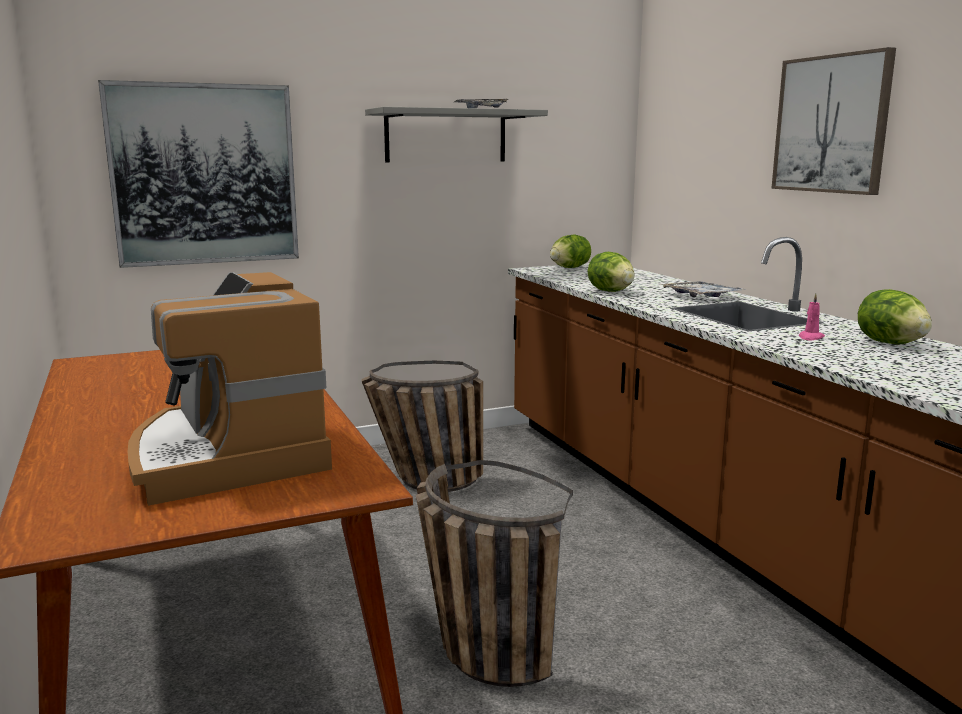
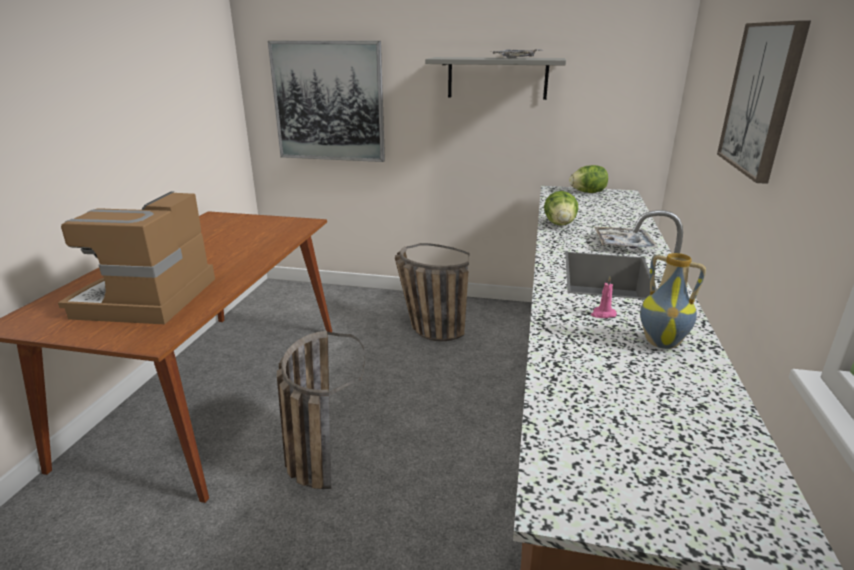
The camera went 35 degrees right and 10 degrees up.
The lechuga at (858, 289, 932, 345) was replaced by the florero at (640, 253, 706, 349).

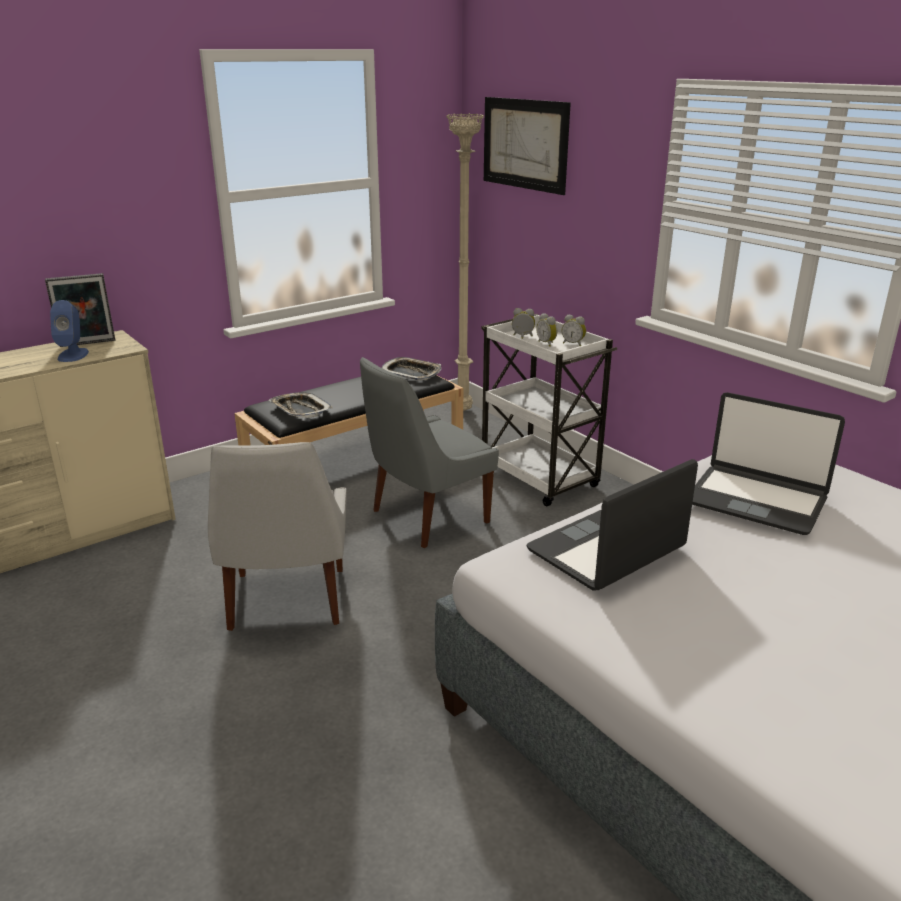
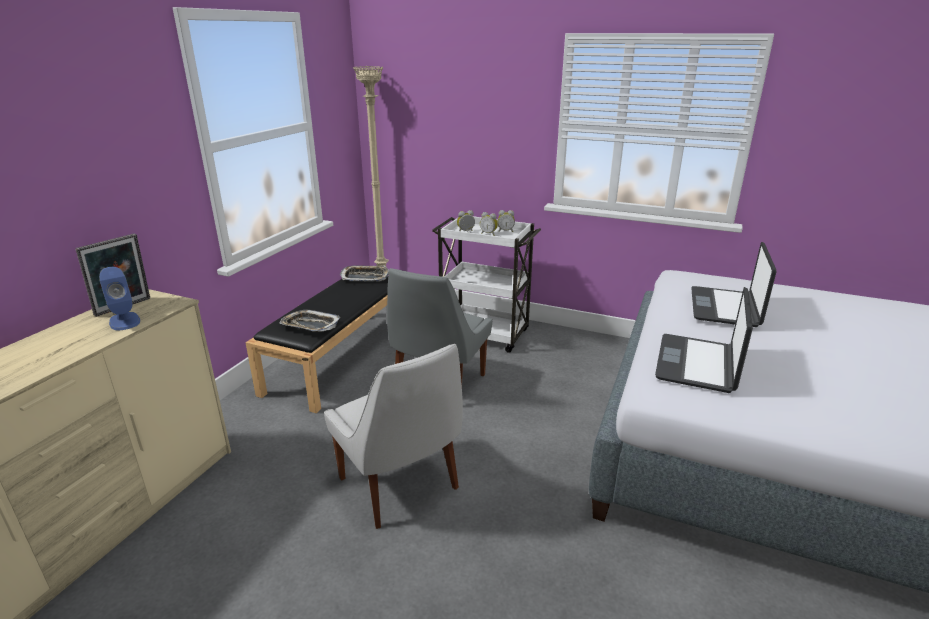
The camera went 30 degrees left and 0 degrees up.
The cuadro at (484, 97, 571, 195) disappeared.
The portátil at (692, 392, 845, 535) turned 105 degrees clockwise.

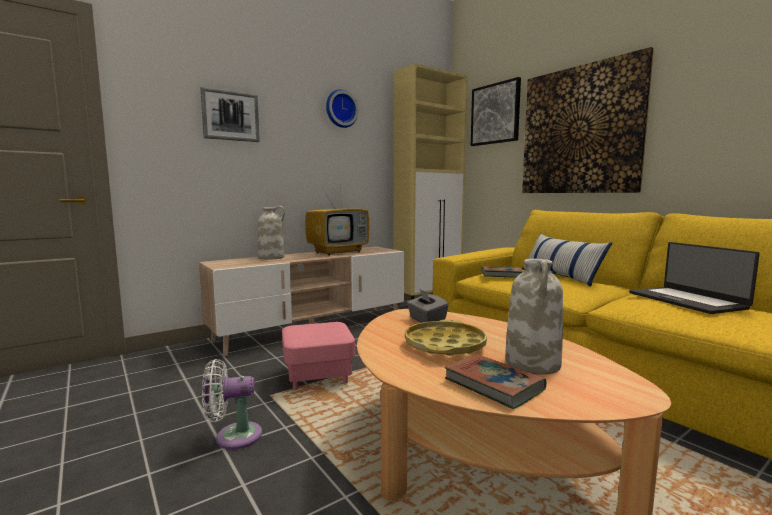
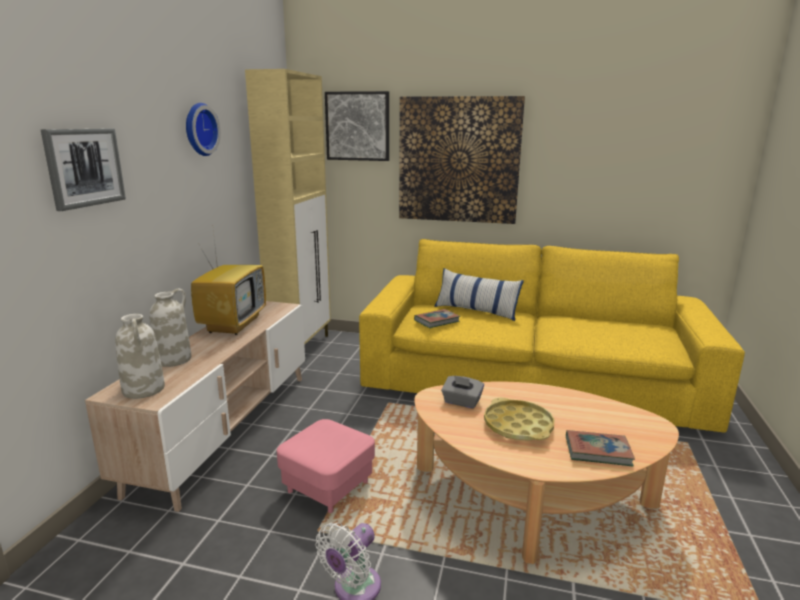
The camera went 40 degrees left and 10 degrees up.
The florero/blanco moved from (505, 259, 563, 375) to (115, 314, 165, 399).
The portátil at (629, 242, 760, 314) disappeared.

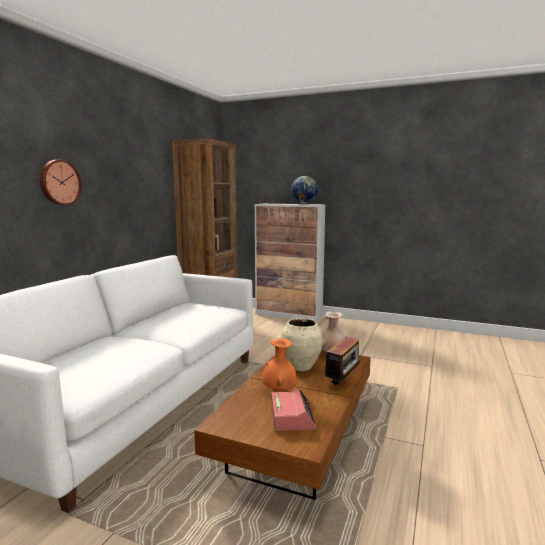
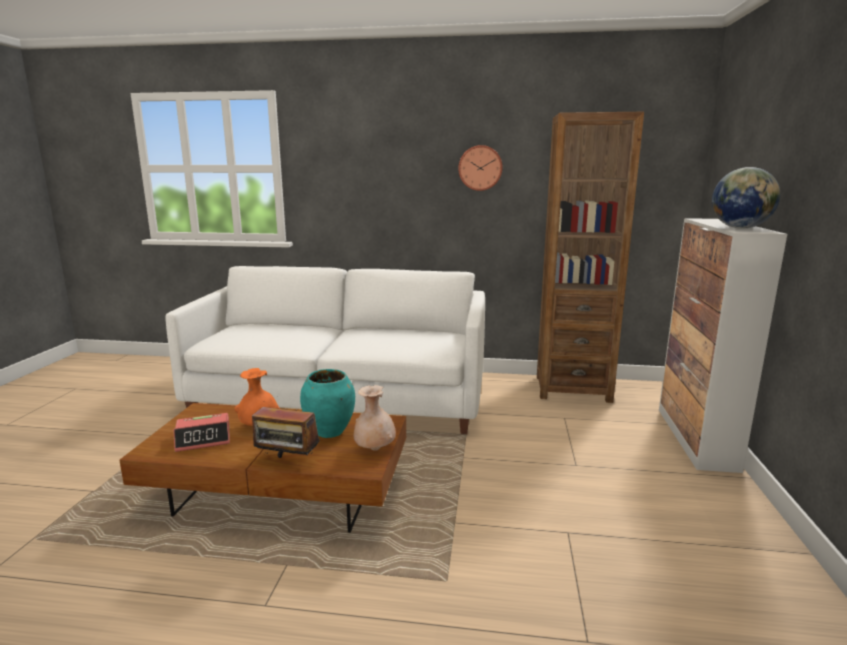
The camera went 75 degrees right and 5 degrees up.
The reloj de pared moved from (40, 160, 82, 205) to (458, 145, 503, 191).
The florero/beis at (281, 318, 323, 371) became the florero/turquesa at (300, 369, 355, 438).

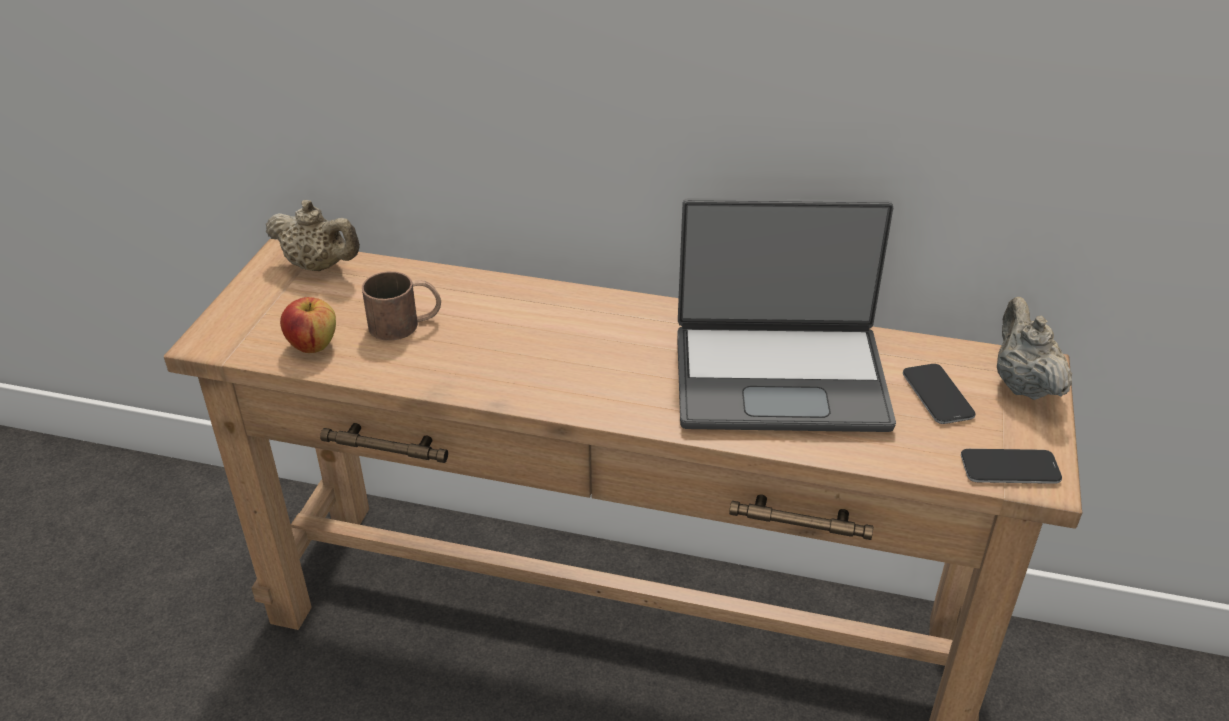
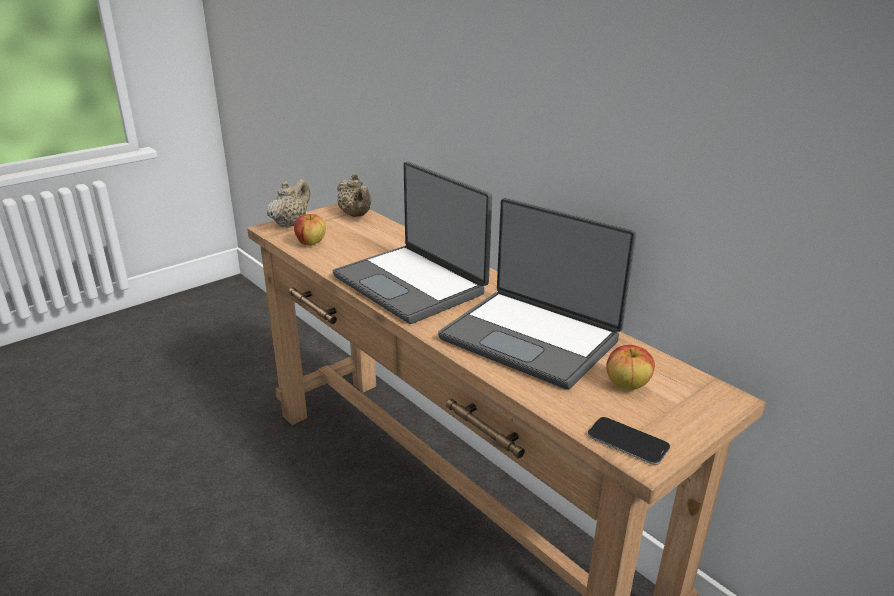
The camera went 35 degrees right and 10 degrees down.
The taza grande/marrón at (362, 271, 441, 341) disappeared.
The móvil at (903, 364, 976, 424) was replaced by the manzana at (606, 345, 655, 390).
The tetera/beis moved from (997, 297, 1072, 400) to (267, 179, 310, 228).
The portátil at (333, 161, 492, 324) appeared.

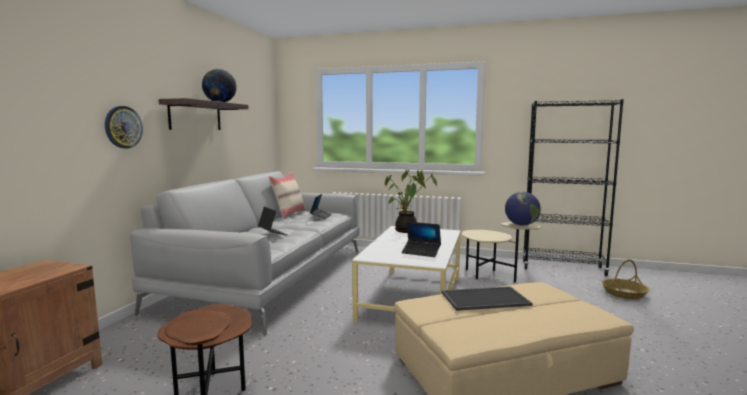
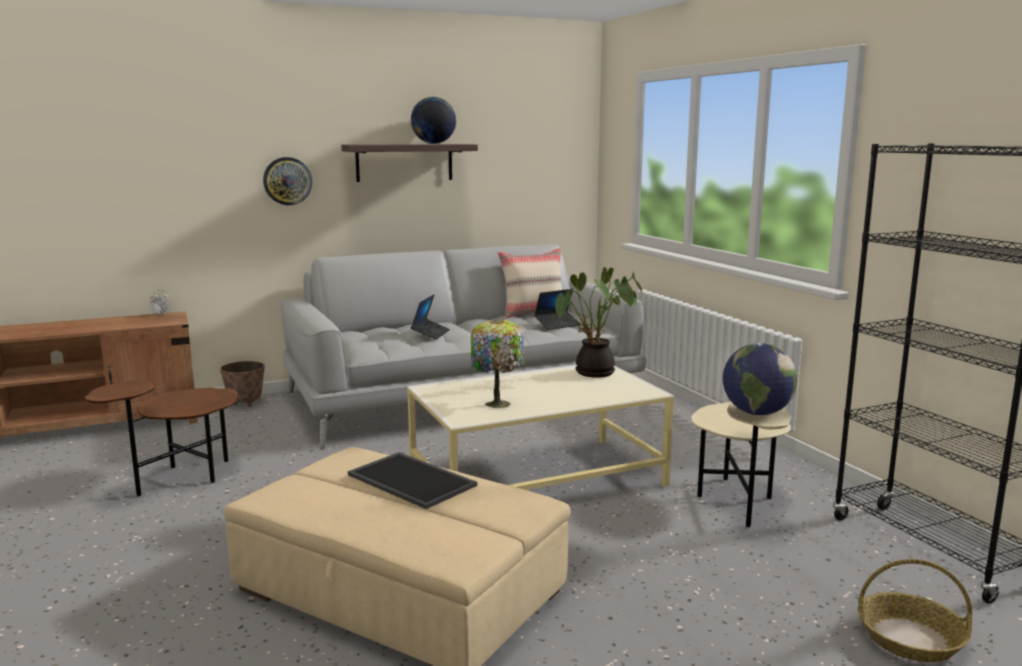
The camera went 50 degrees right and 5 degrees up.
The portátil at (402, 222, 441, 257) was replaced by the lámpara de mesa at (471, 319, 524, 408).
The despertador at (150, 290, 170, 316) appeared.
The maceta at (220, 361, 265, 407) appeared.

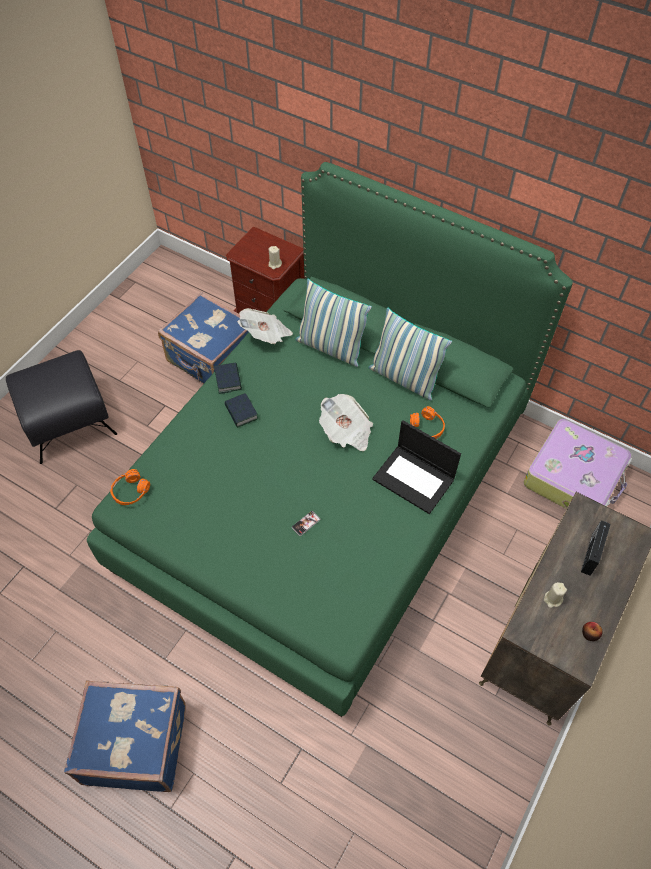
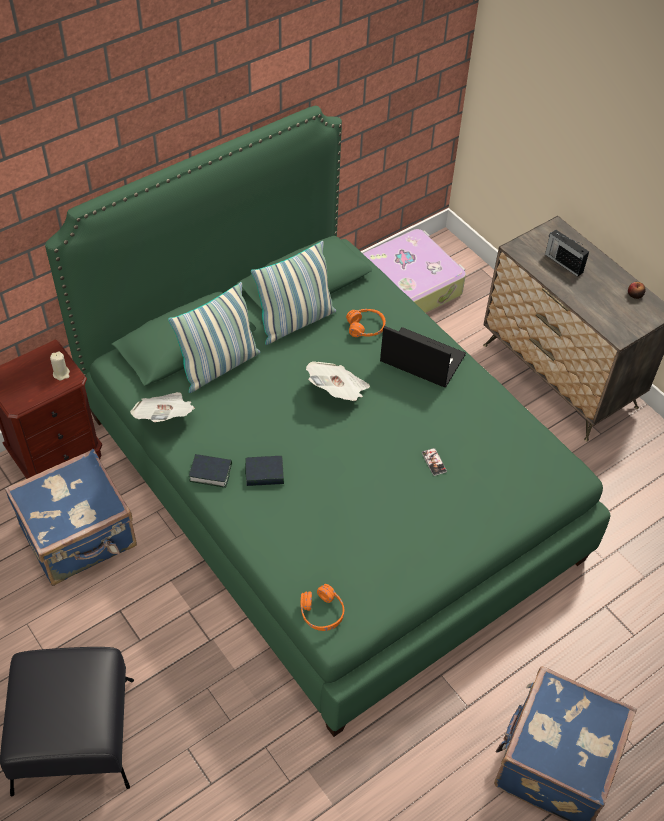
The camera went 70 degrees left and 5 degrees down.
The portátil at (372, 420, 461, 514) turned 120 degrees counterclockwise.
The vela/beis at (544, 582, 567, 608) disappeared.

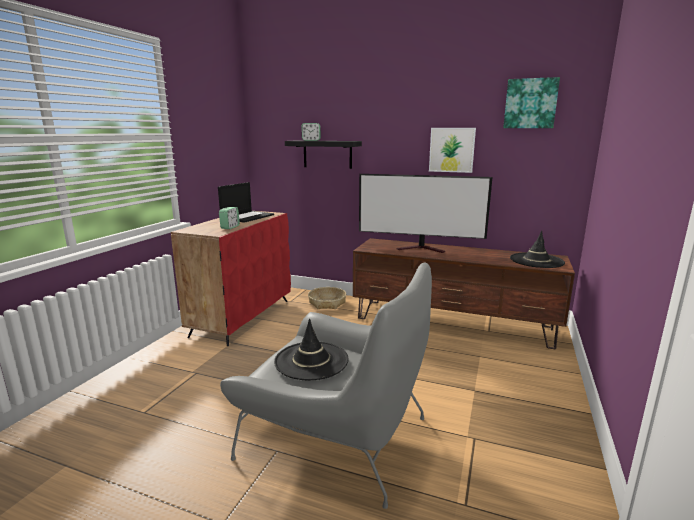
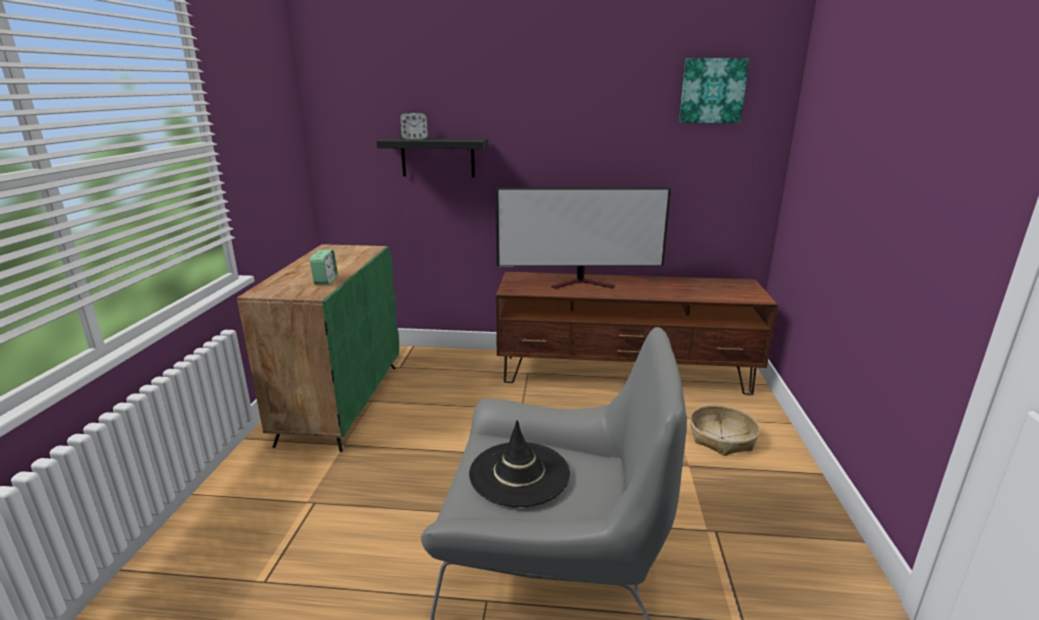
The camera went 15 degrees left and 5 degrees up.
The armario/rojo at (171, 211, 291, 346) became the armario/verde at (237, 244, 399, 452).
The portátil at (218, 182, 274, 223) disappeared.
The cesta moved from (308, 287, 346, 309) to (690, 405, 760, 456).
The cuadro at (429, 128, 476, 173) disappeared.
The sombrero/negro at (510, 231, 565, 268) disappeared.

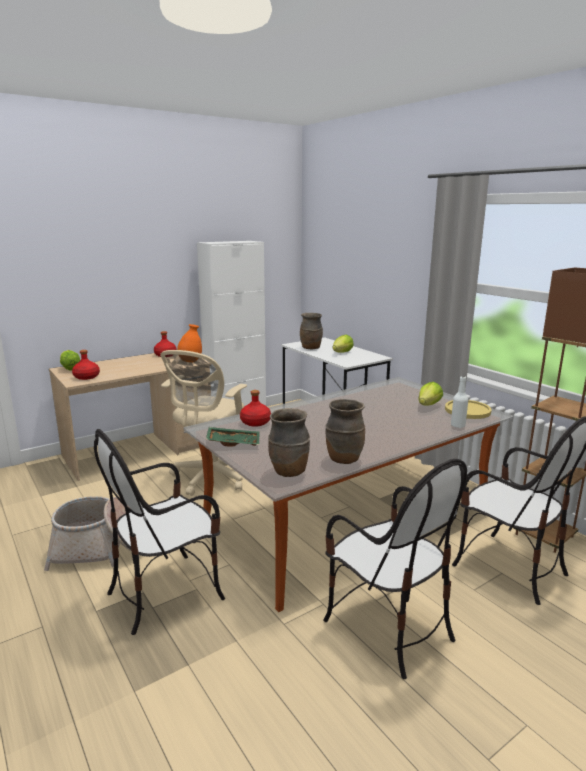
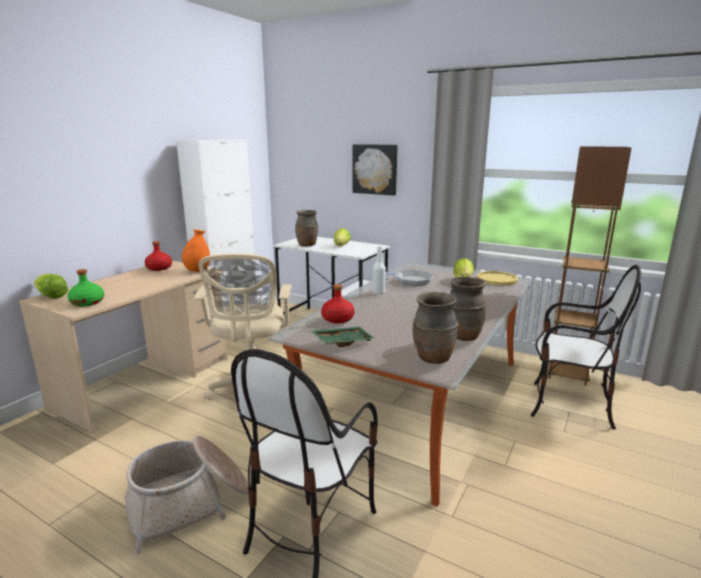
The camera went 25 degrees left and 0 degrees up.
The botella/rojo at (72, 350, 100, 380) became the botella/verde at (67, 269, 104, 307).
The silla at (324, 459, 467, 679) disappeared.
The botella/blanco moved from (451, 376, 468, 428) to (372, 247, 386, 294).
The cuadro at (352, 144, 398, 196) appeared.
The sartén at (386, 270, 434, 286) appeared.

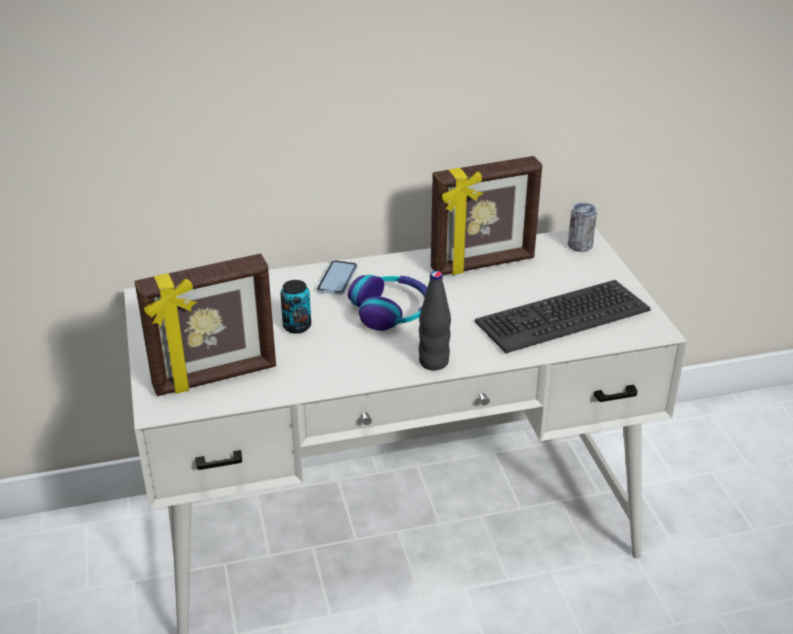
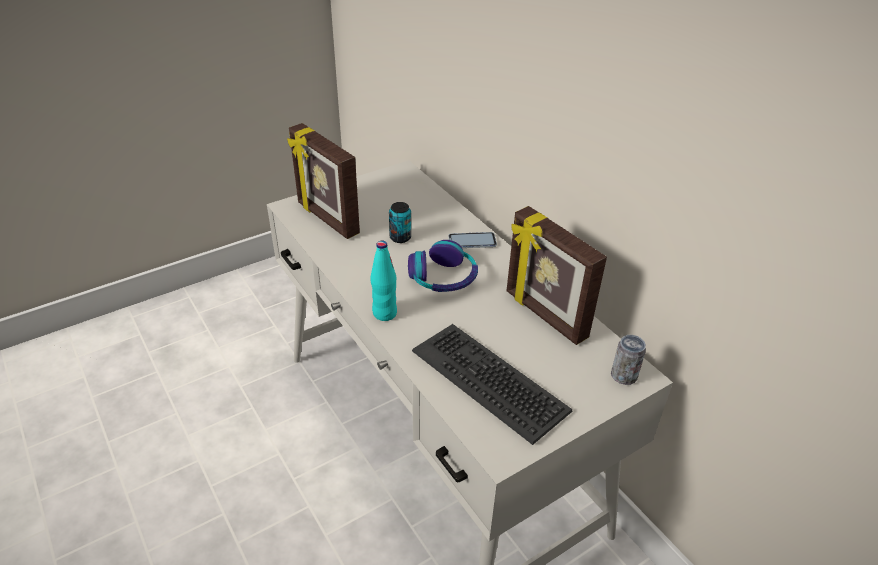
The camera went 70 degrees right and 5 degrees up.
The botella/negro at (419, 271, 451, 371) became the botella/turquesa at (371, 241, 397, 321).

